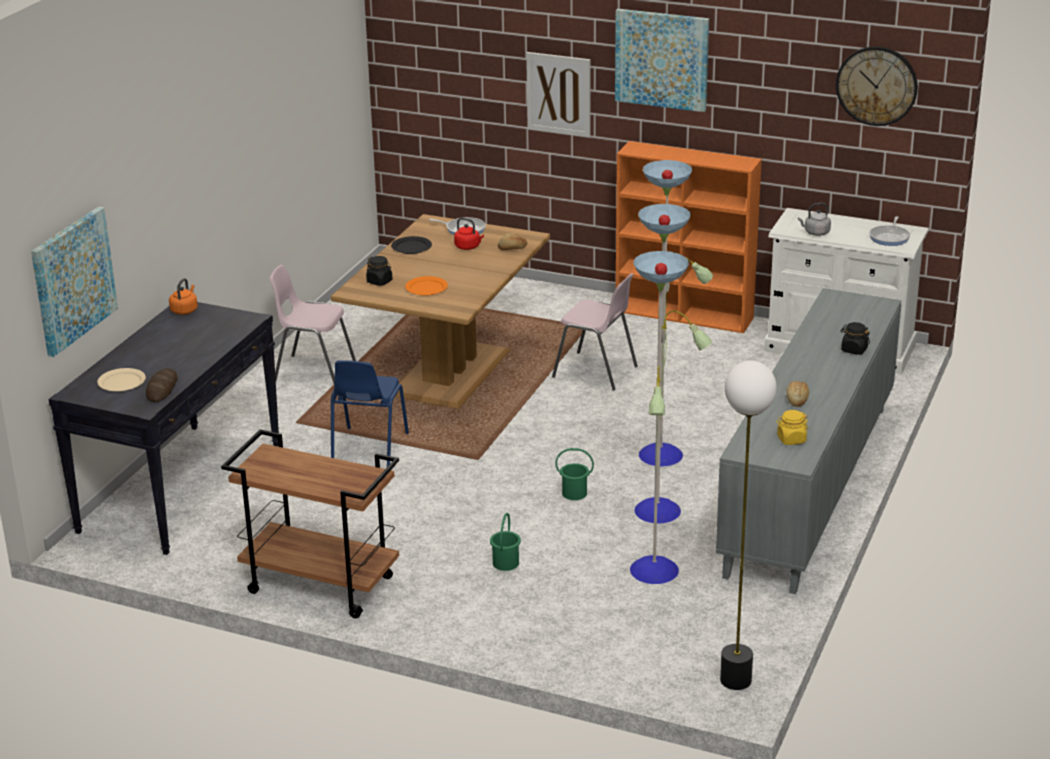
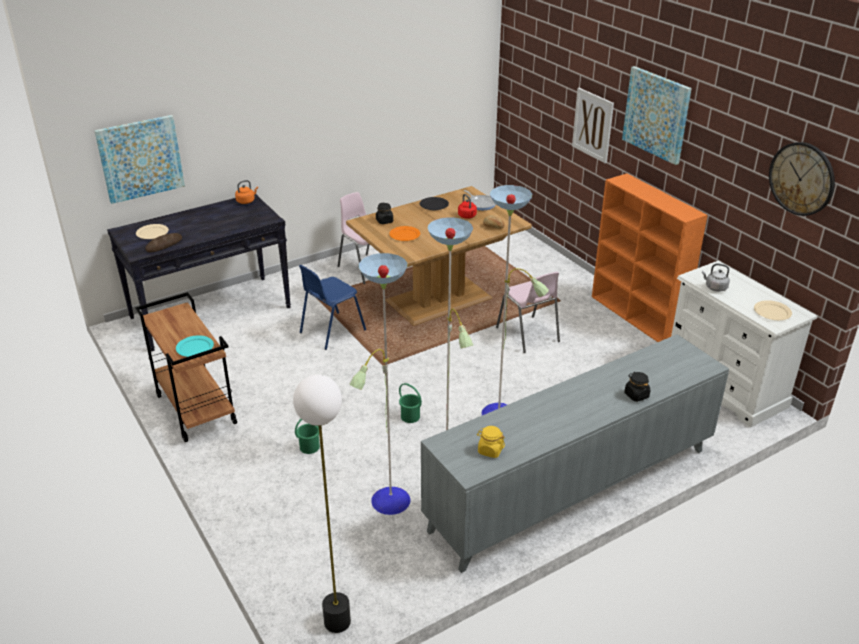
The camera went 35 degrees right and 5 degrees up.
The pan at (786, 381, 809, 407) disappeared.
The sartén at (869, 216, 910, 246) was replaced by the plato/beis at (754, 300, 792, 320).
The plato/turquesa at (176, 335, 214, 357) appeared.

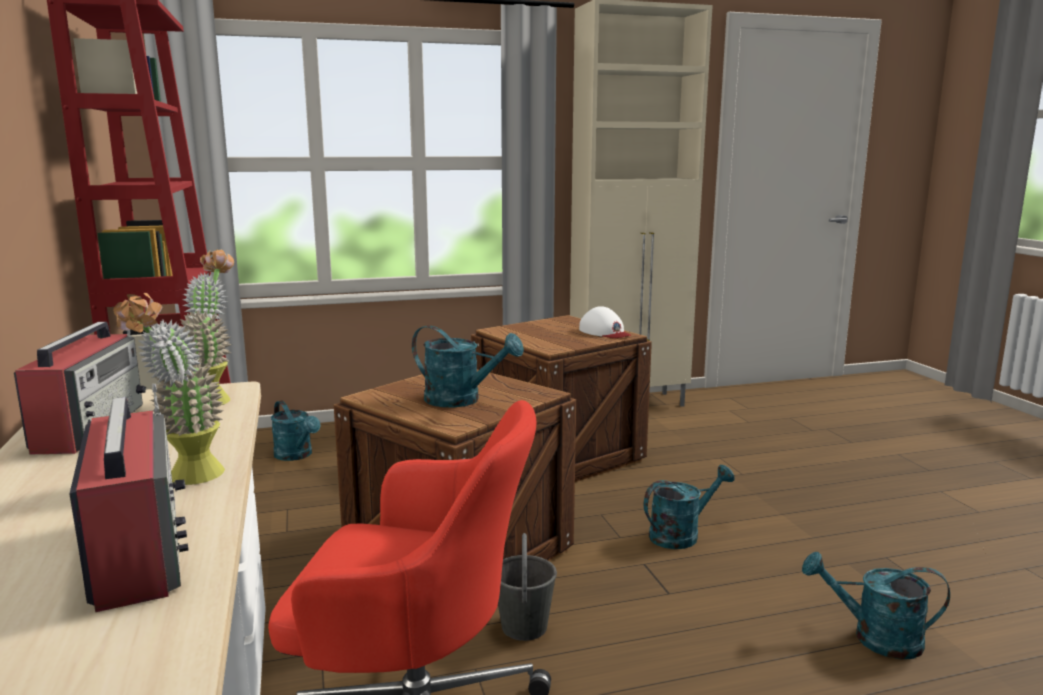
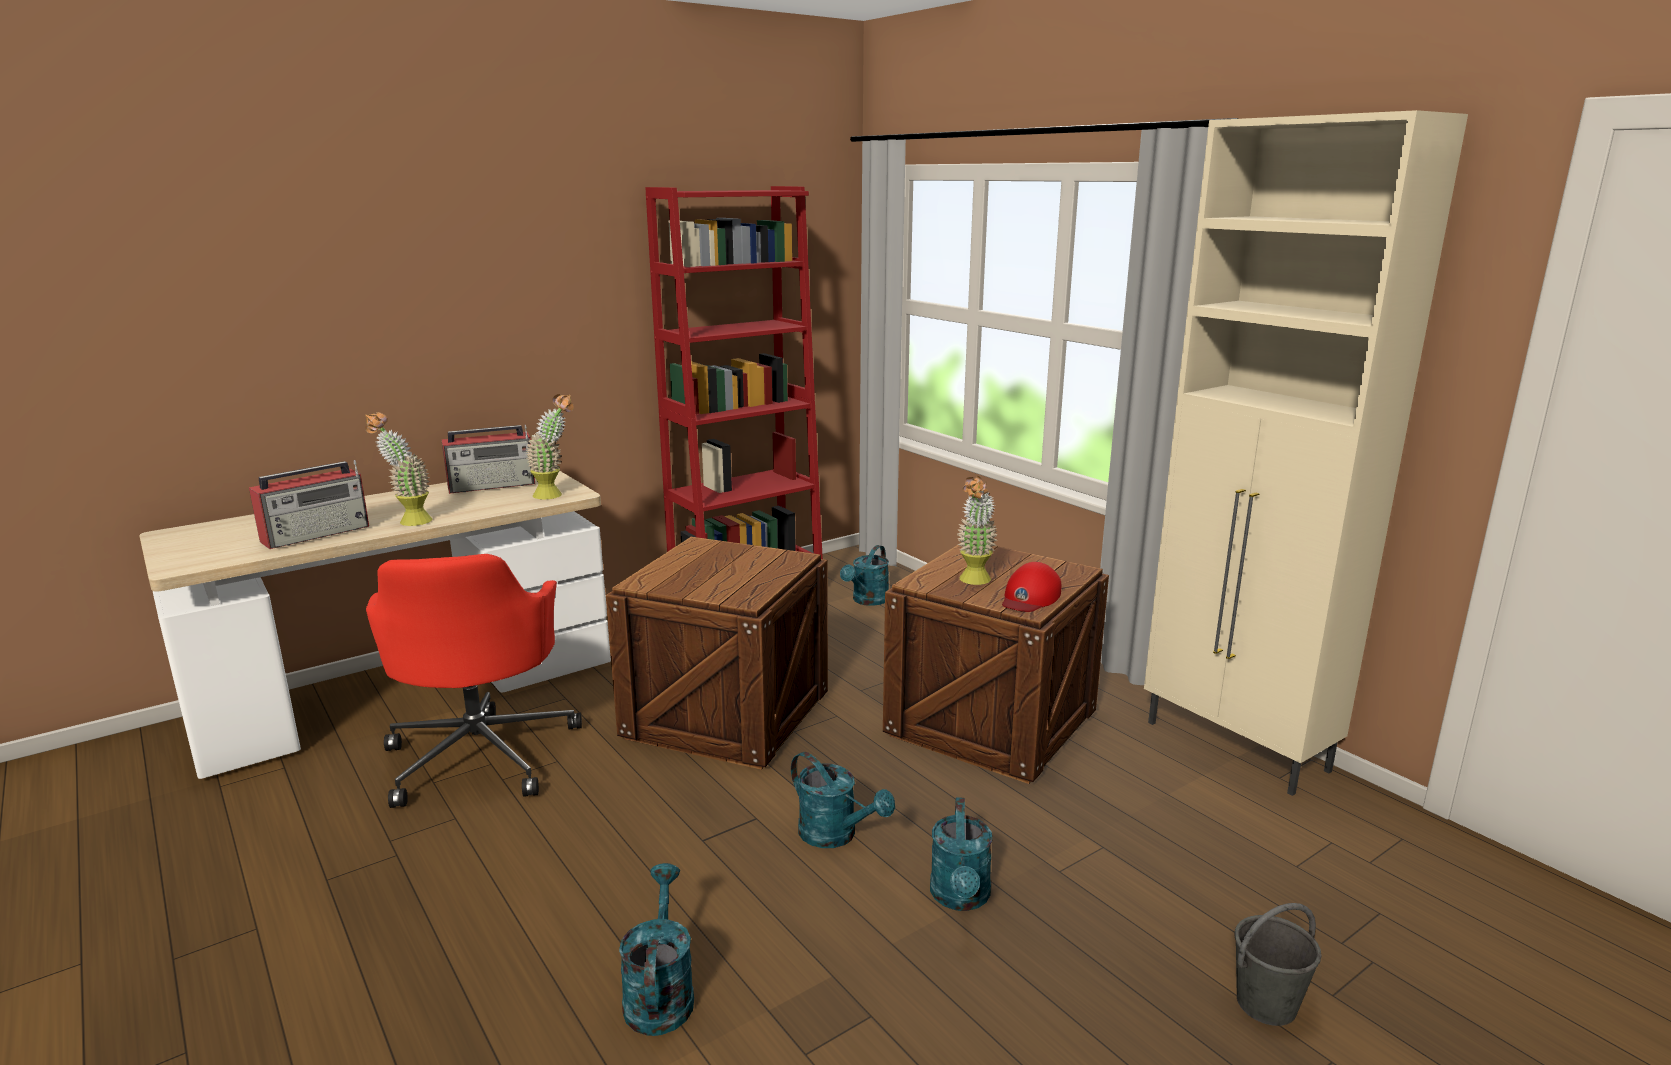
The camera went 70 degrees right and 5 degrees up.
The regadera/turquesa moved from (412, 325, 524, 407) to (930, 797, 993, 911).
The cubo/gris moved from (498, 533, 557, 641) to (1235, 903, 1321, 1026).
The gorra/blanco at (579, 306, 631, 338) became the gorra/rojo at (1002, 562, 1061, 612).
The planta en maceta at (958, 476, 998, 585) appeared.

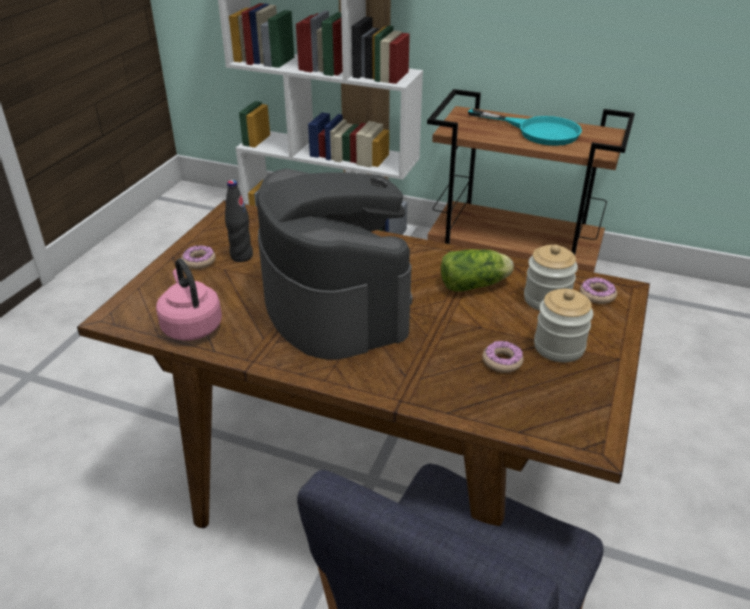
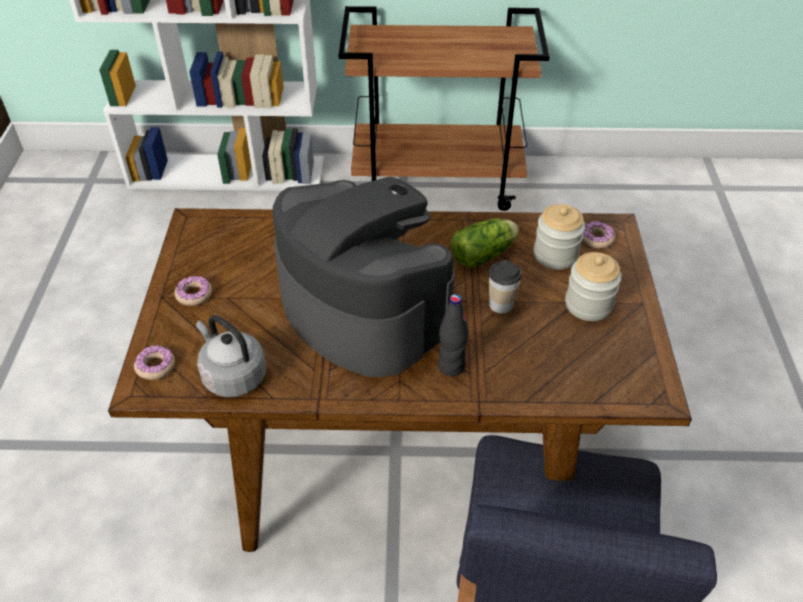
The camera went 20 degrees left and 10 degrees up.
The hervidor/rosa at (156, 258, 222, 341) became the hervidor/gris at (196, 315, 266, 398).
The botella/negro moved from (225, 180, 253, 262) to (438, 294, 468, 376).
The sartén/turquesa at (468, 109, 582, 146) disappeared.
The rosquilla moved from (482, 341, 523, 373) to (134, 345, 175, 380).
The taza at (489, 261, 522, 313) appeared.

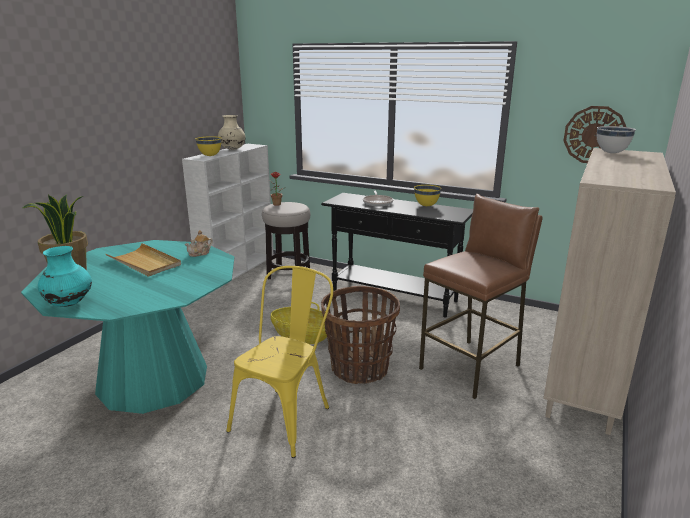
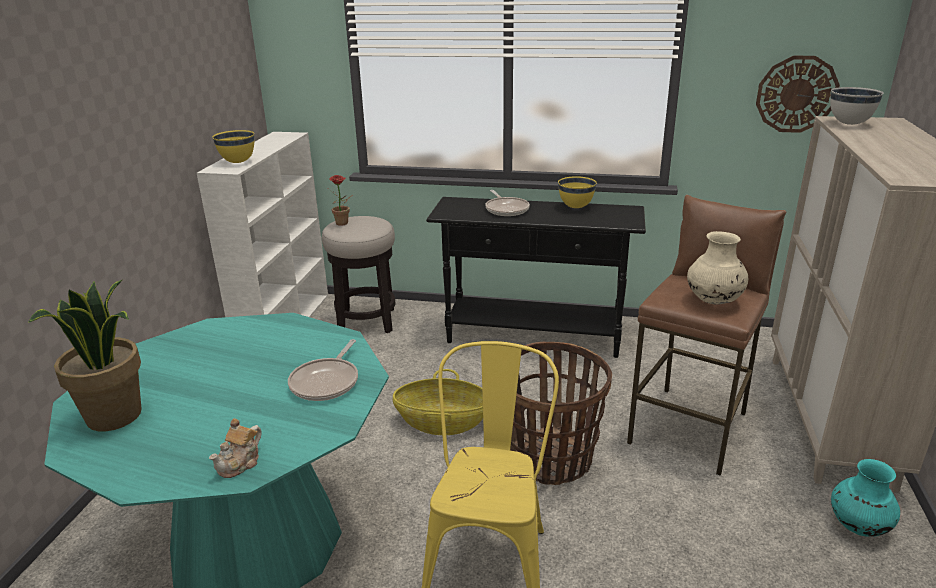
The camera went 15 degrees left and 5 degrees up.
The florero/turquesa moved from (38, 246, 92, 307) to (831, 459, 900, 537).
The bandeja/beis at (106, 243, 181, 277) disappeared.
The tetera moved from (185, 230, 213, 257) to (209, 418, 262, 478).
The florero/beis moved from (218, 115, 246, 150) to (687, 231, 748, 304).
The sartén at (288, 339, 358, 401) appeared.

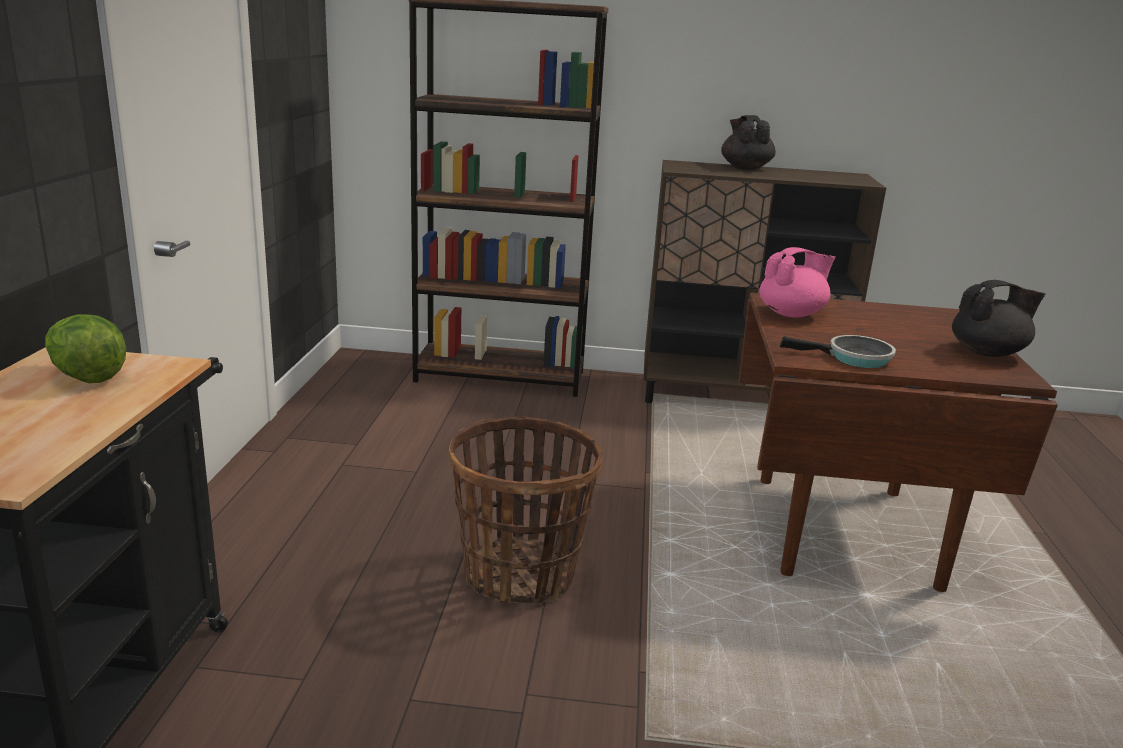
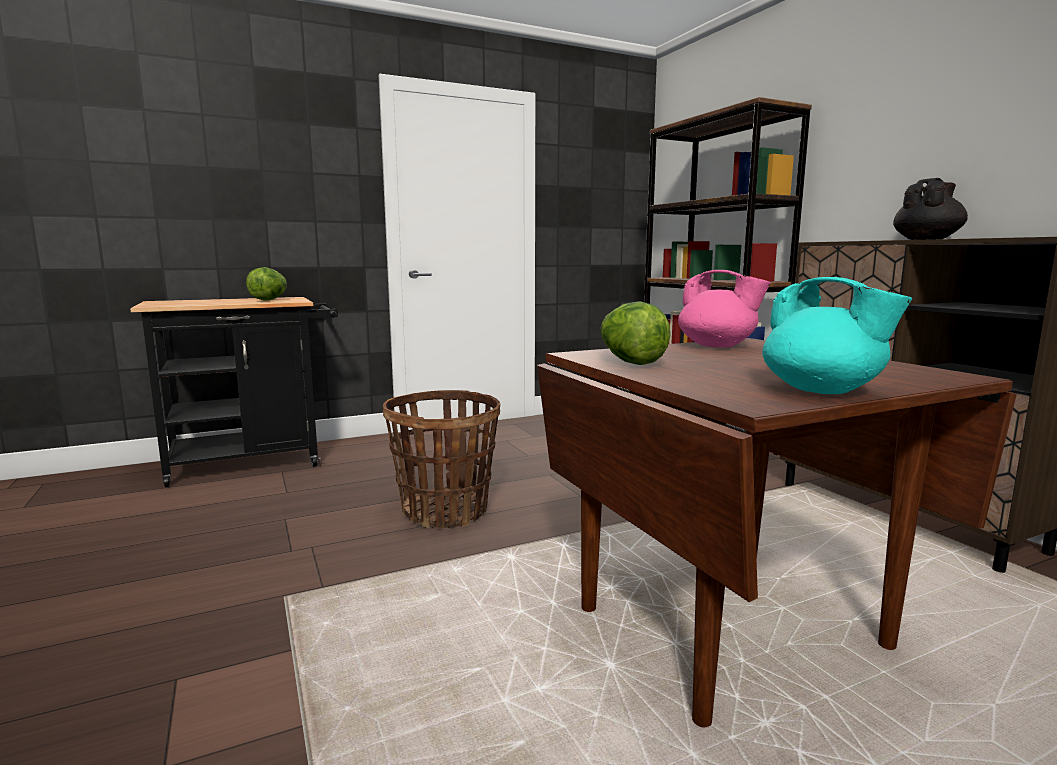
The camera went 60 degrees right and 10 degrees down.
The sartén at (780, 335, 896, 368) was replaced by the lechuga at (600, 301, 670, 365).
The tetera/negro at (952, 280, 1045, 357) became the tetera/turquesa at (762, 277, 912, 394).

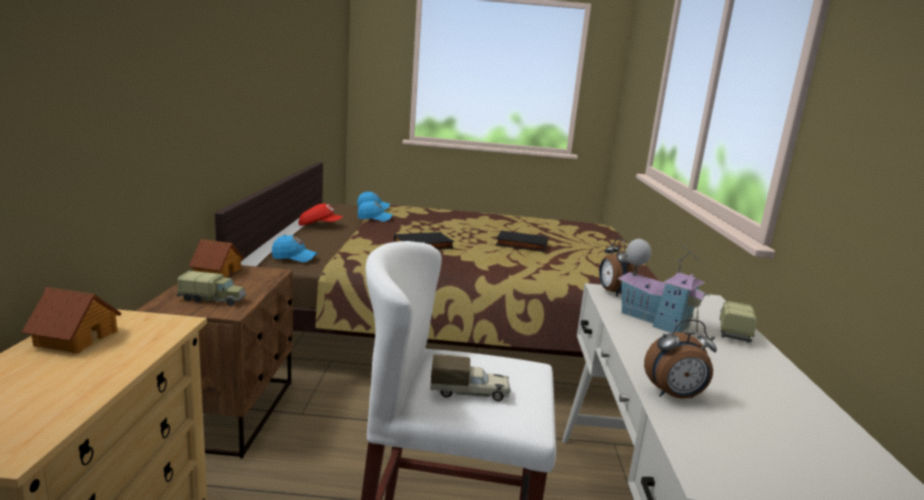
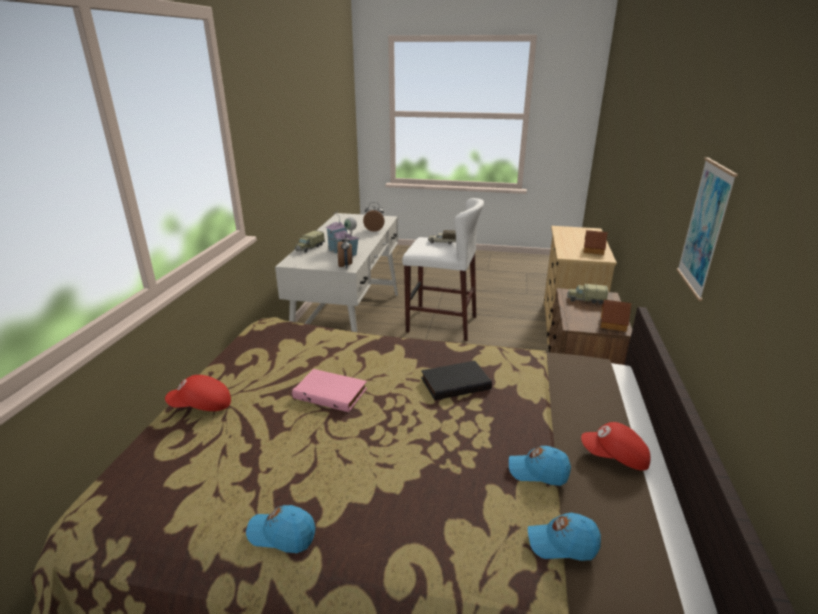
The camera went 170 degrees left and 10 degrees up.
The gorra/azul moved from (272, 235, 318, 262) to (246, 505, 315, 553).
The libro/negro at (496, 230, 548, 252) became the libro/rosa at (292, 369, 367, 412).
The gorra/rojo at (165, 375, 231, 411) appeared.
The cuadro at (677, 157, 738, 301) appeared.

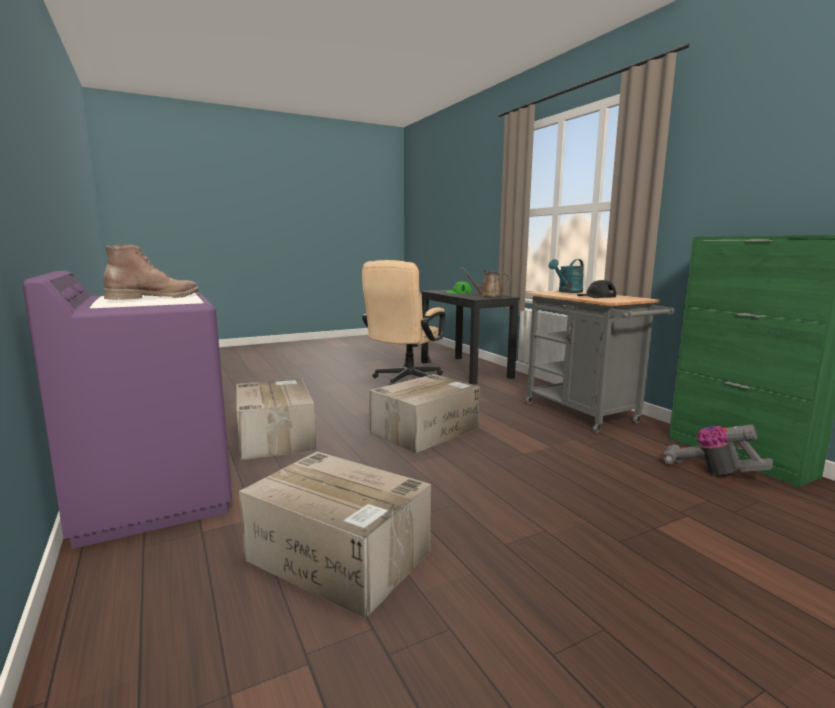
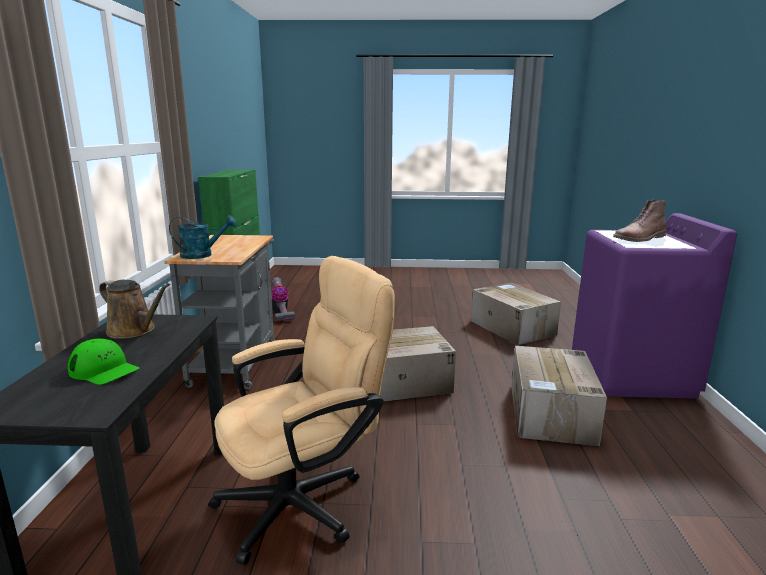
The camera went 150 degrees left and 5 degrees up.
The gorra/negro at (577, 280, 616, 298) disappeared.

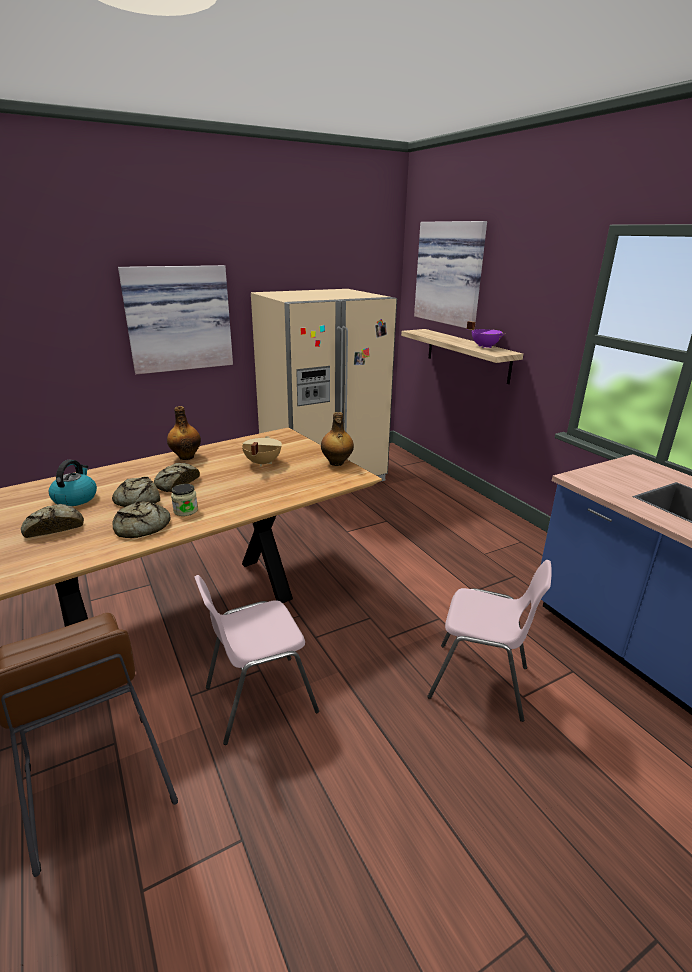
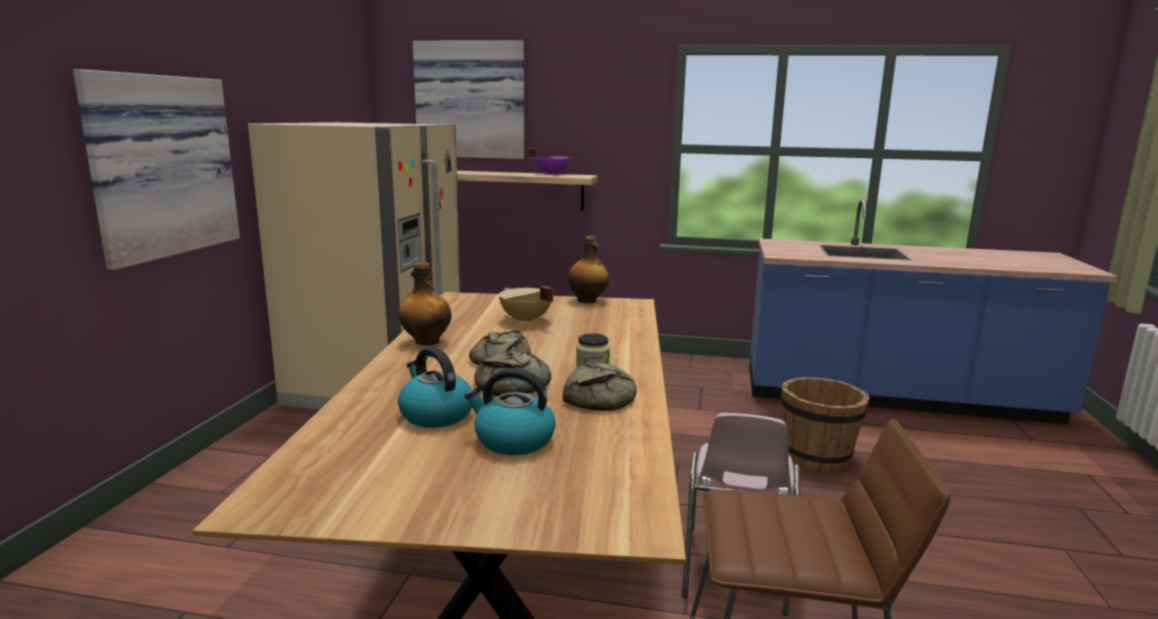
The camera went 50 degrees left and 10 degrees down.
The pan at (21, 504, 84, 538) was replaced by the hervidor at (465, 368, 556, 455).
The silla/rosa at (428, 560, 552, 722) was replaced by the cubo/marrón at (781, 377, 870, 473).

